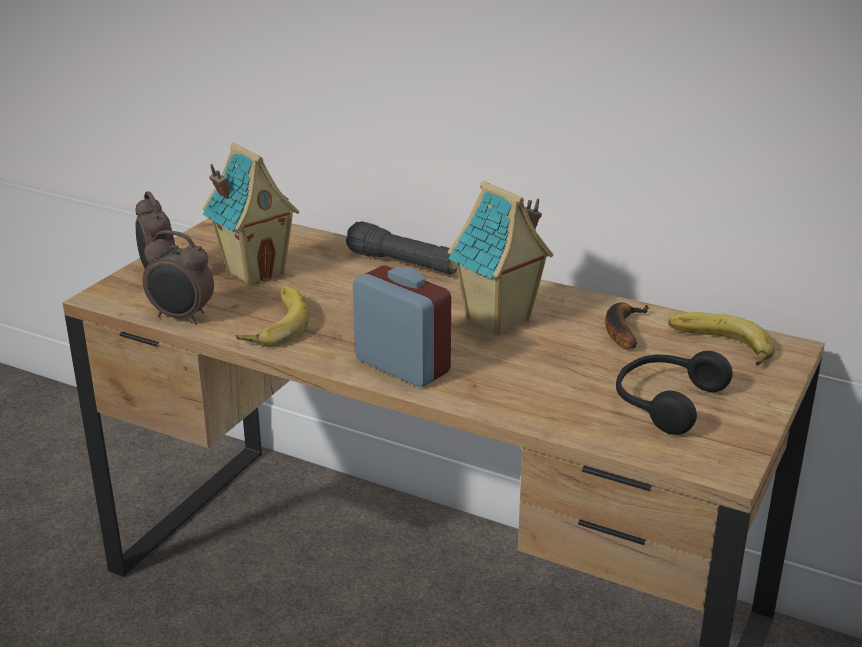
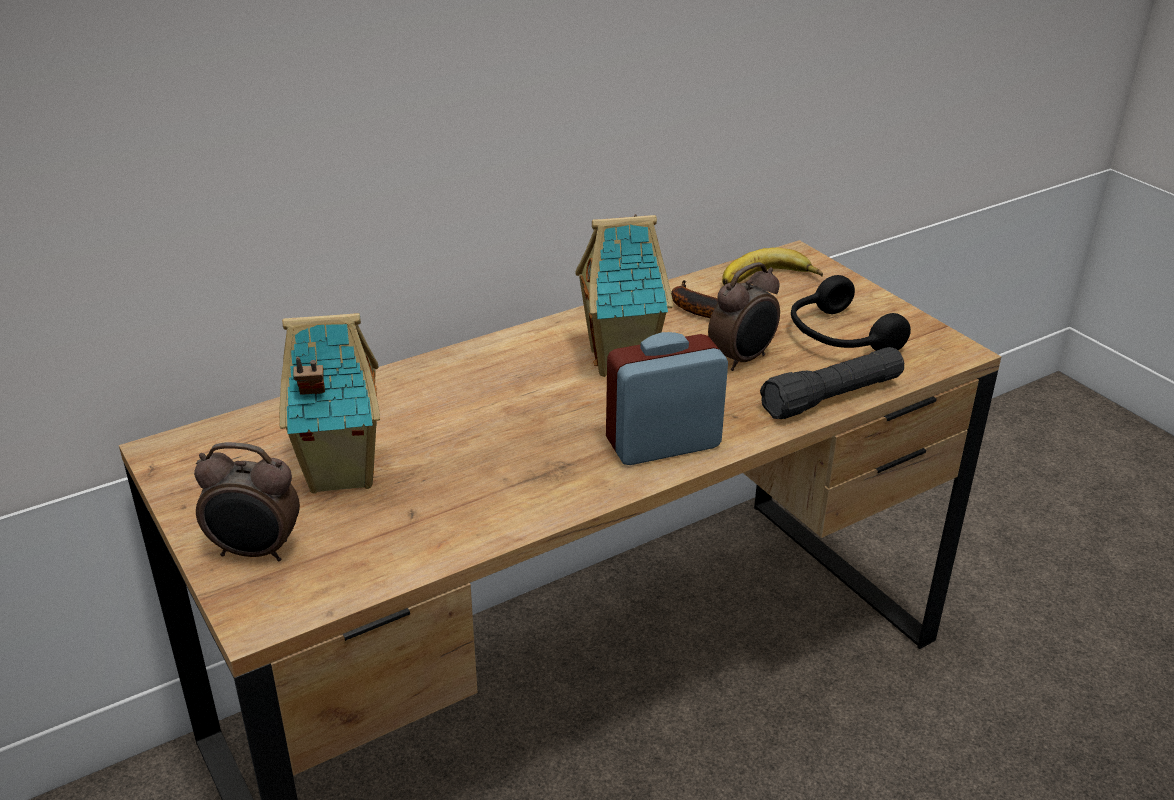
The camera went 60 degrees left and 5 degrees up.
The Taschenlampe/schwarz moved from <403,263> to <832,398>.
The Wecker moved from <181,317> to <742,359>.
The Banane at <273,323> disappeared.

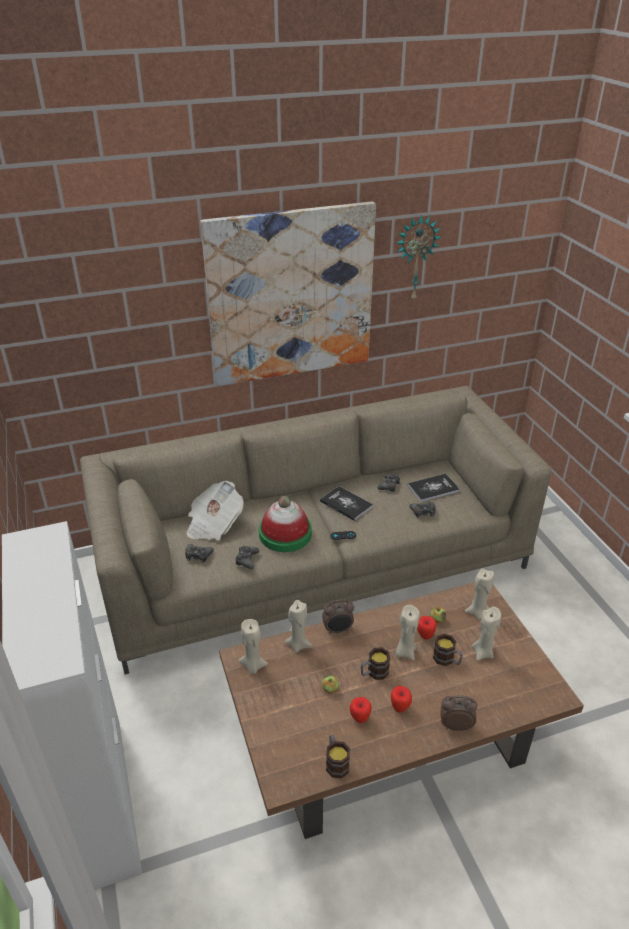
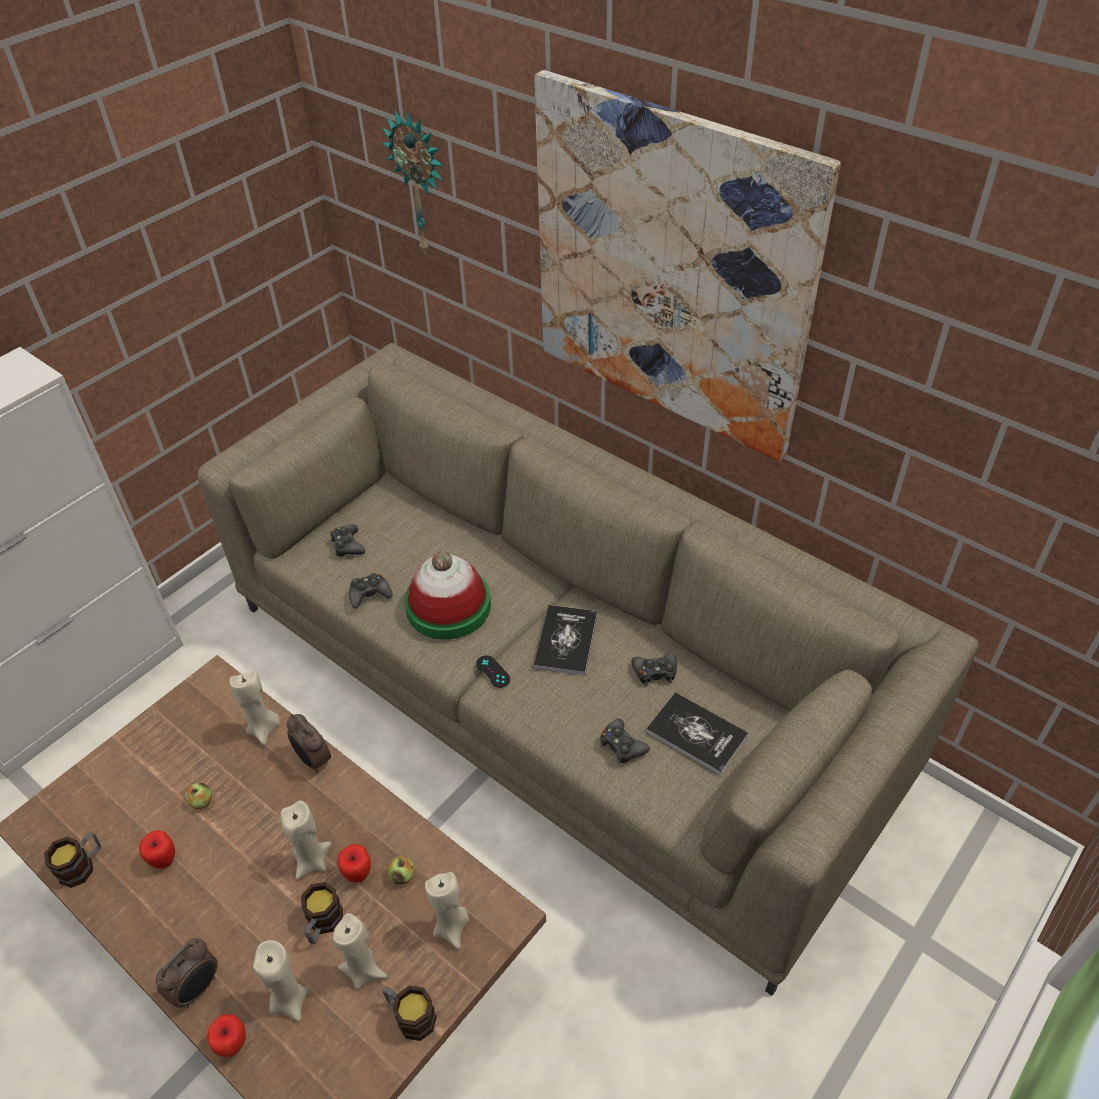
The camera went 60 degrees right and 10 degrees up.
The Wanduhr moved from <415,258> to <421,183>.
The Zeitung at <214,524> disappeared.
The Kerze/beige moved from <253,666> to <289,1000>.
The Henkelbecher moved from <374,673> to <410,1016>.
The Apfel moved from <400,707> to <233,1045>.
The Wecker at <455,725> turned 60 degrees clockwise.

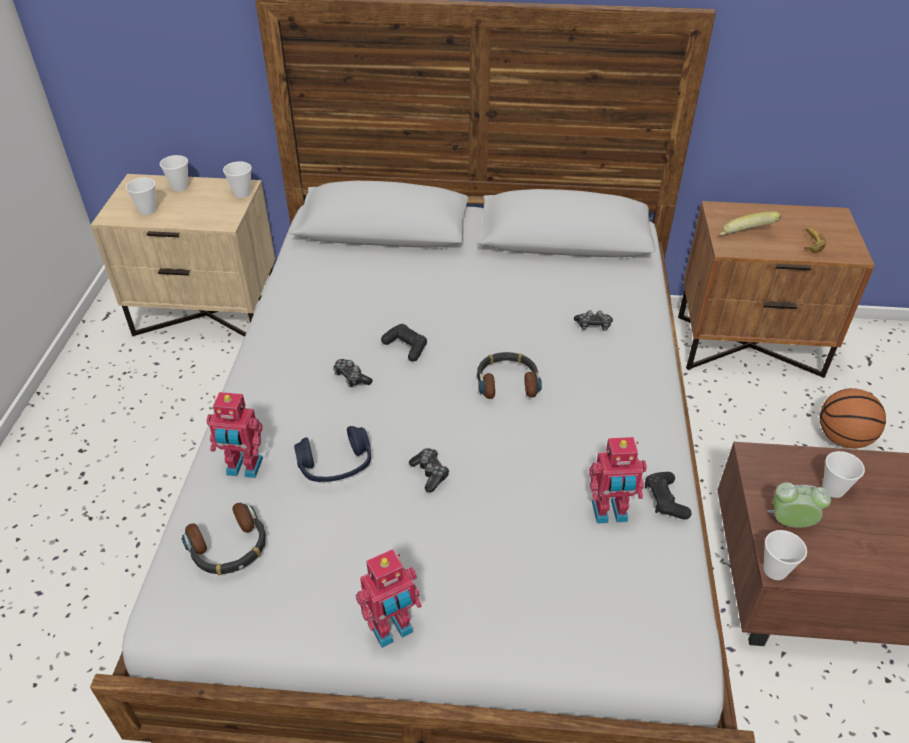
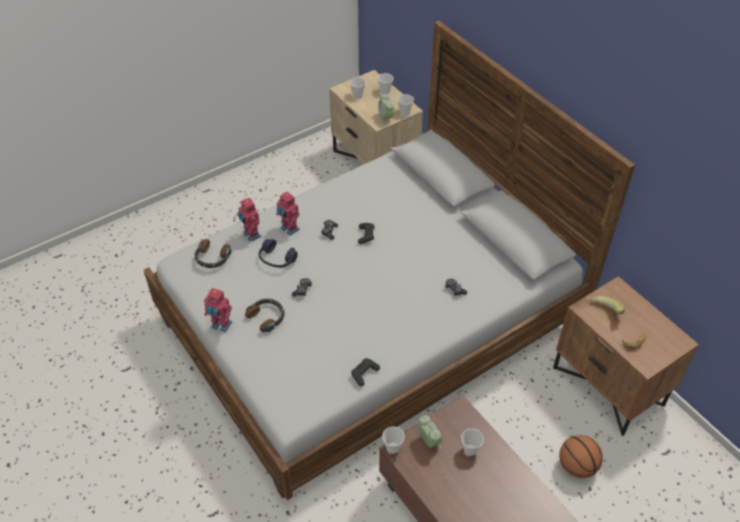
The camera went 50 degrees right and 5 degrees up.
The Kopfhörer moved from <507,381> to <267,317>.
The Spielzeugroboter moved from <610,513> to <289,229>.
The Wecker at <385,118> appeared.

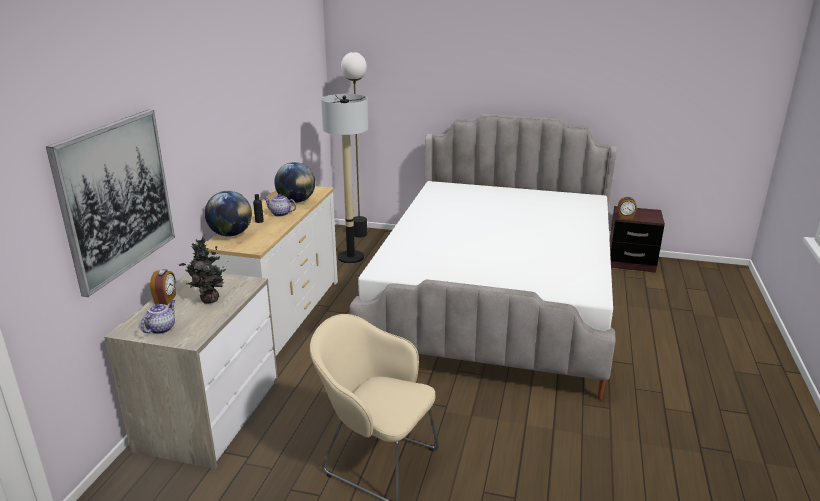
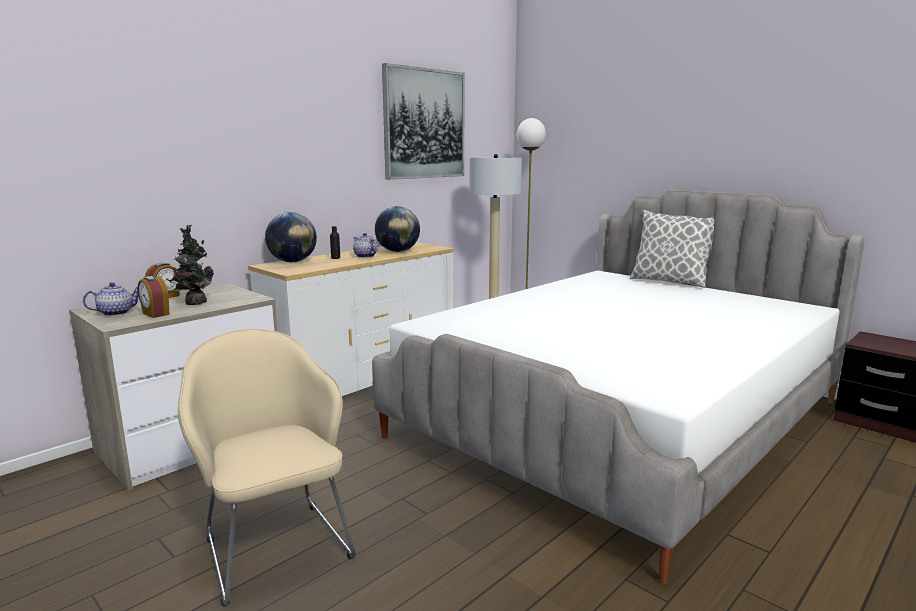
The camera went 30 degrees right and 10 degrees down.
The Bild moved from <116,198> to <424,124>.
The Wecker moved from <625,217> to <155,314>.
The Kissen at <669,282> appeared.

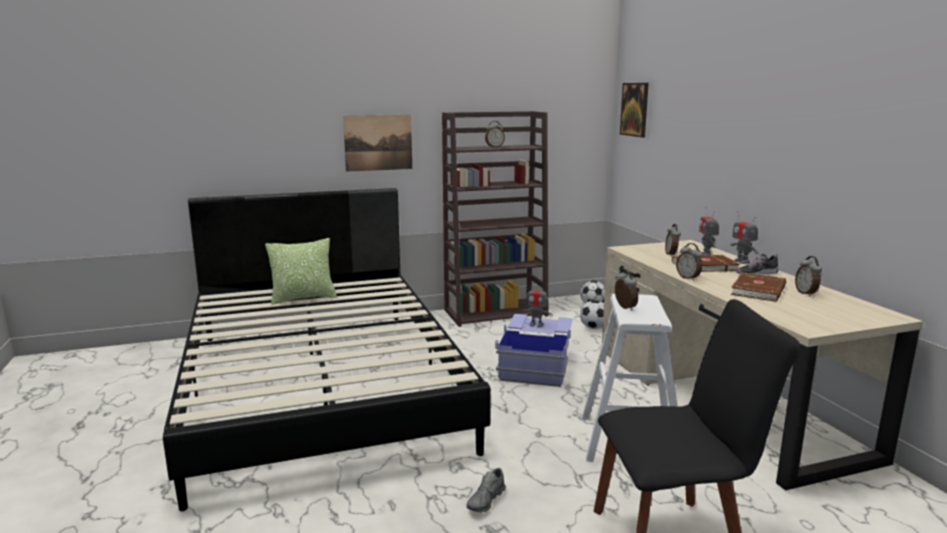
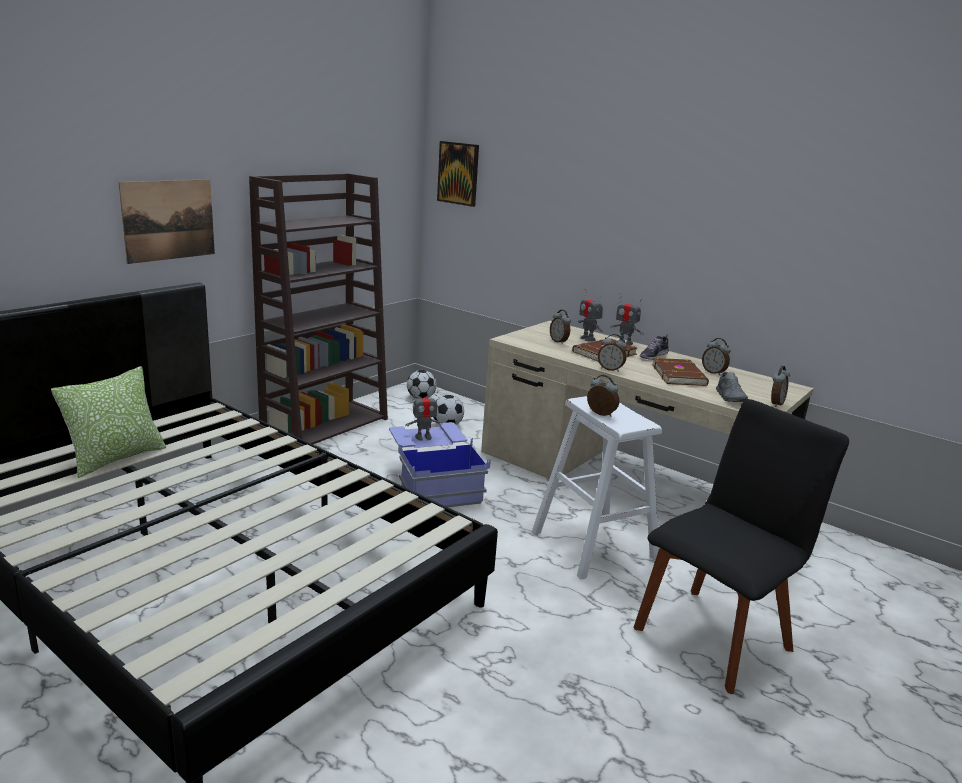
The camera went 35 degrees left and 5 degrees up.
The Wecker moved from <494,147> to <775,403>.
The Schuh/grau moved from <486,501> to <730,398>.

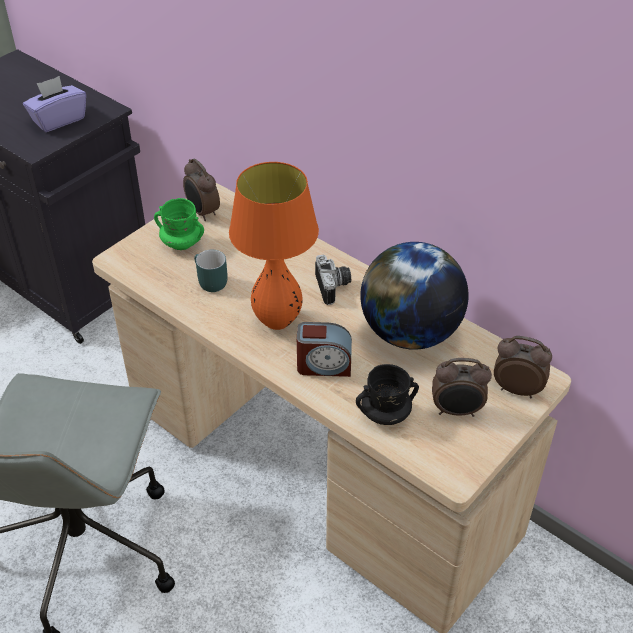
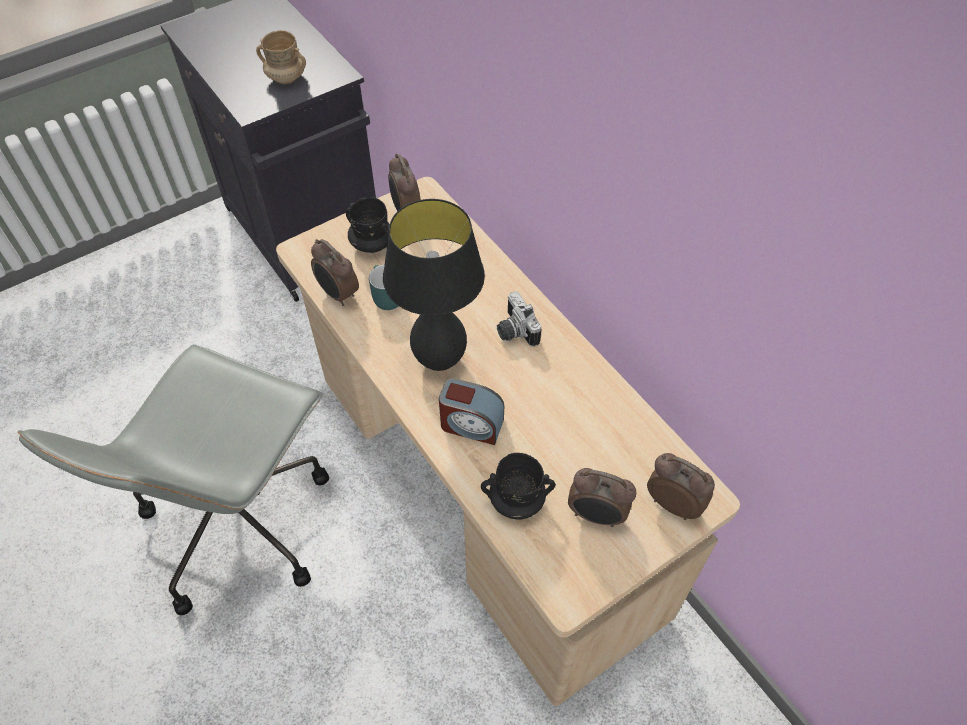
The camera went 15 degrees right and 10 degrees up.
The Taschentuchbox/lila at <58,120> was replaced by the Henkelbecher/beige at <285,78>.
The Tischlampe/orange at <277,321> became the Tischlampe/schwarz at <440,360>.
The Henkelbecher/grün at <181,243> became the Henkelbecher/schwarz at <371,244>.
The Globus at <410,333> disappeared.
The Kamera at <334,287> turned 150 degrees clockwise.
The Wecker at <338,294> appeared.

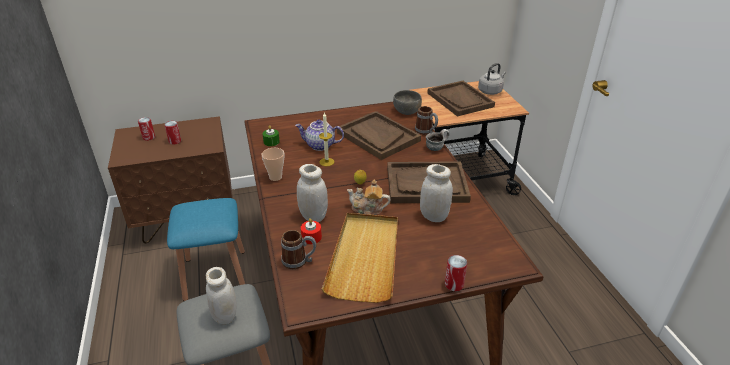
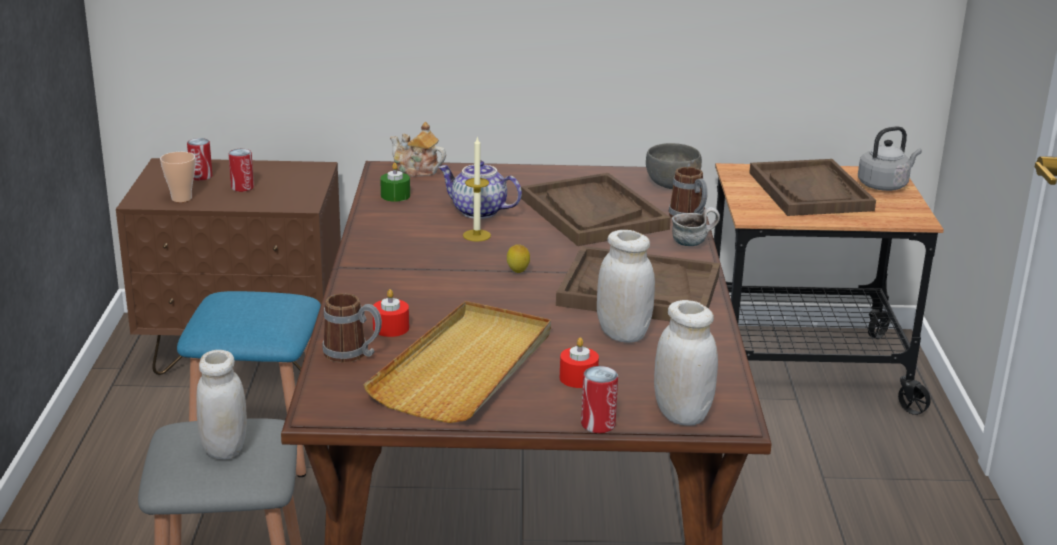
The camera went 15 degrees right and 10 degrees down.
The Tasse moved from <275,177> to <181,198>.
The Vorratsglas/weiß moved from <313,216> to <682,415>.
The Teekanne moved from <368,209> to <416,170>.
The Kerze/rot at <578,378> appeared.

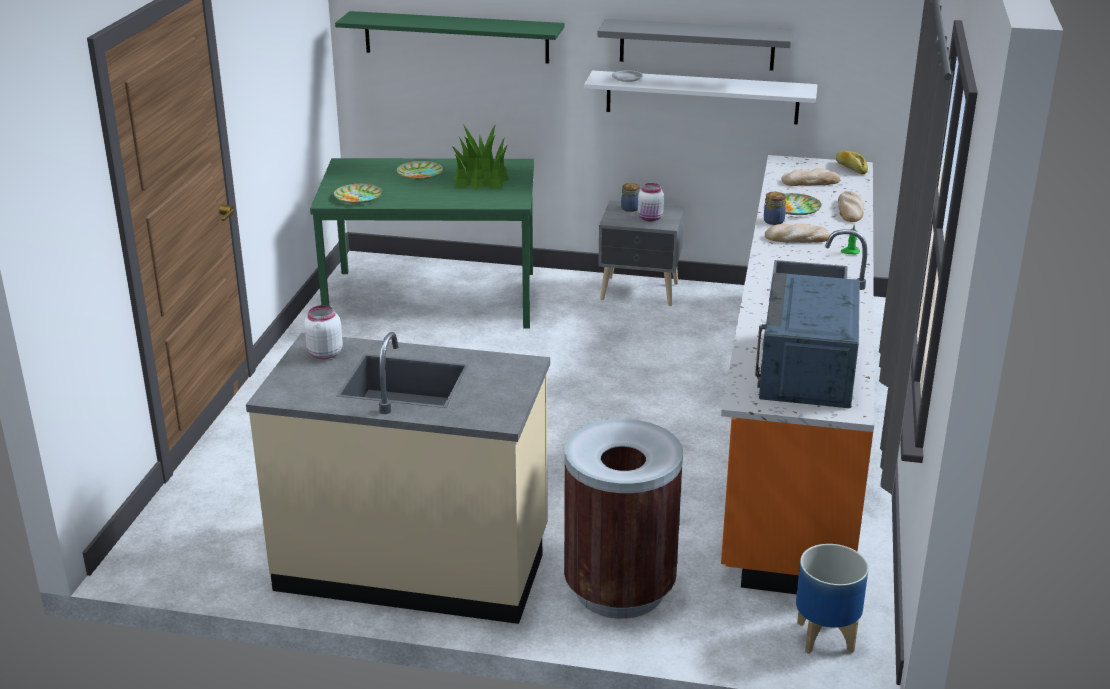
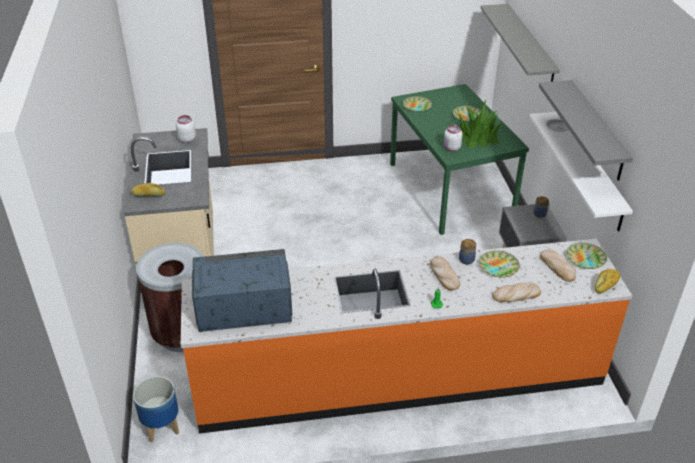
The camera went 70 degrees right and 10 degrees up.
The Wandregal/grün at <456,37> became the Wandregal/grau at <530,47>.
The Vorratsglas/weiß moved from <650,218> to <451,148>.
The Brot at <148,195> appeared.
The Teller at <586,258> appeared.

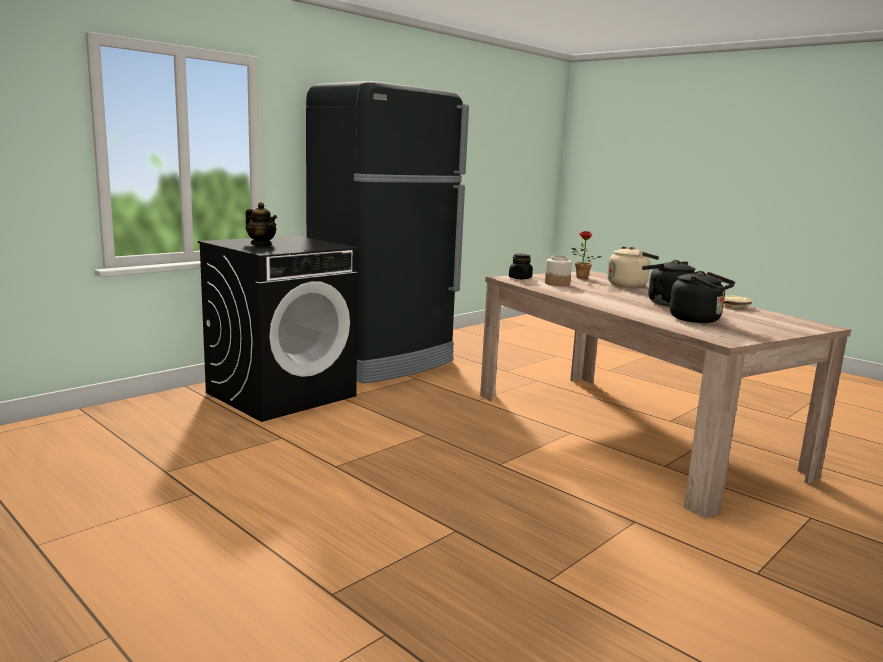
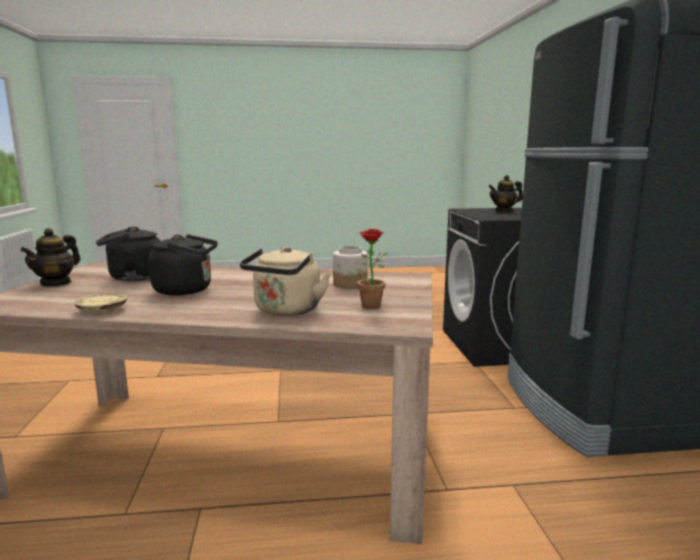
The camera went 130 degrees right and 0 degrees up.
The Vorratsglas/schwarz at <520,278> disappeared.
The Teekanne at <56,283> appeared.

